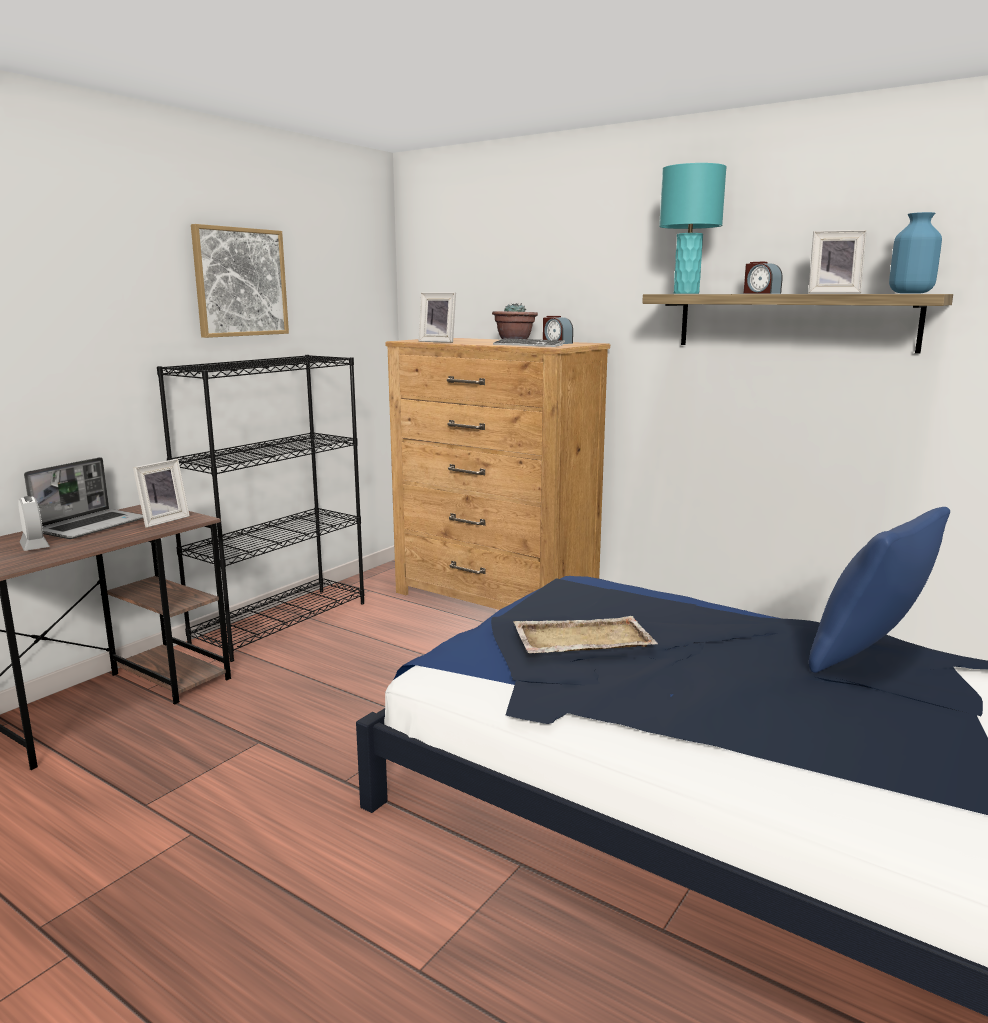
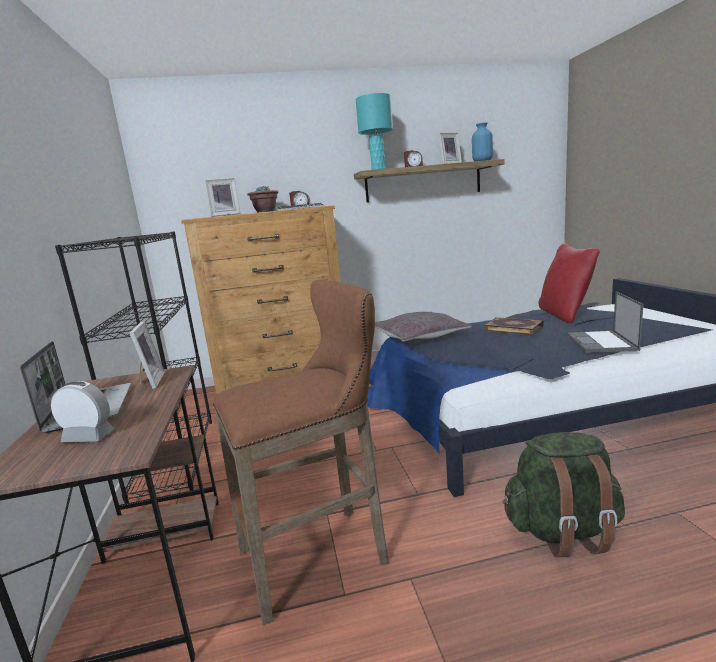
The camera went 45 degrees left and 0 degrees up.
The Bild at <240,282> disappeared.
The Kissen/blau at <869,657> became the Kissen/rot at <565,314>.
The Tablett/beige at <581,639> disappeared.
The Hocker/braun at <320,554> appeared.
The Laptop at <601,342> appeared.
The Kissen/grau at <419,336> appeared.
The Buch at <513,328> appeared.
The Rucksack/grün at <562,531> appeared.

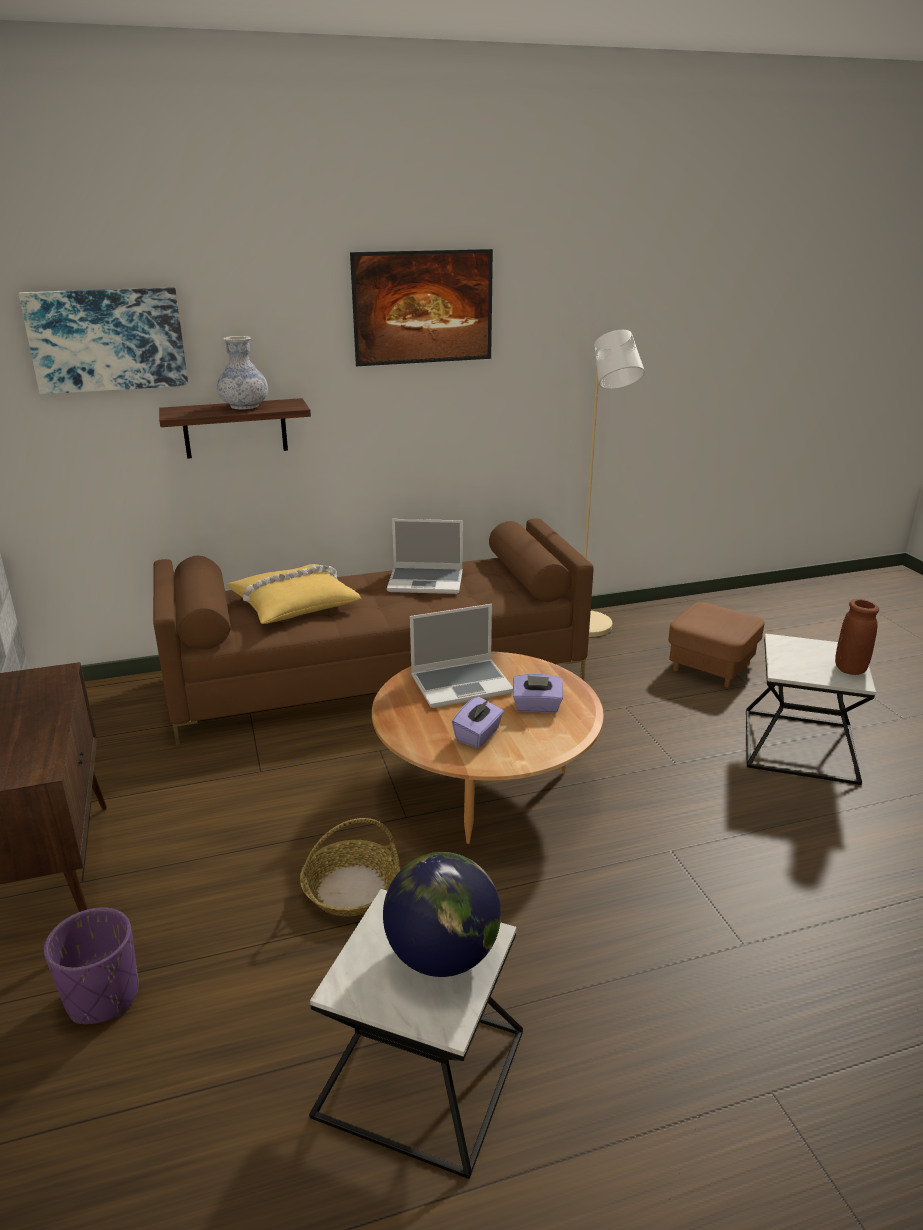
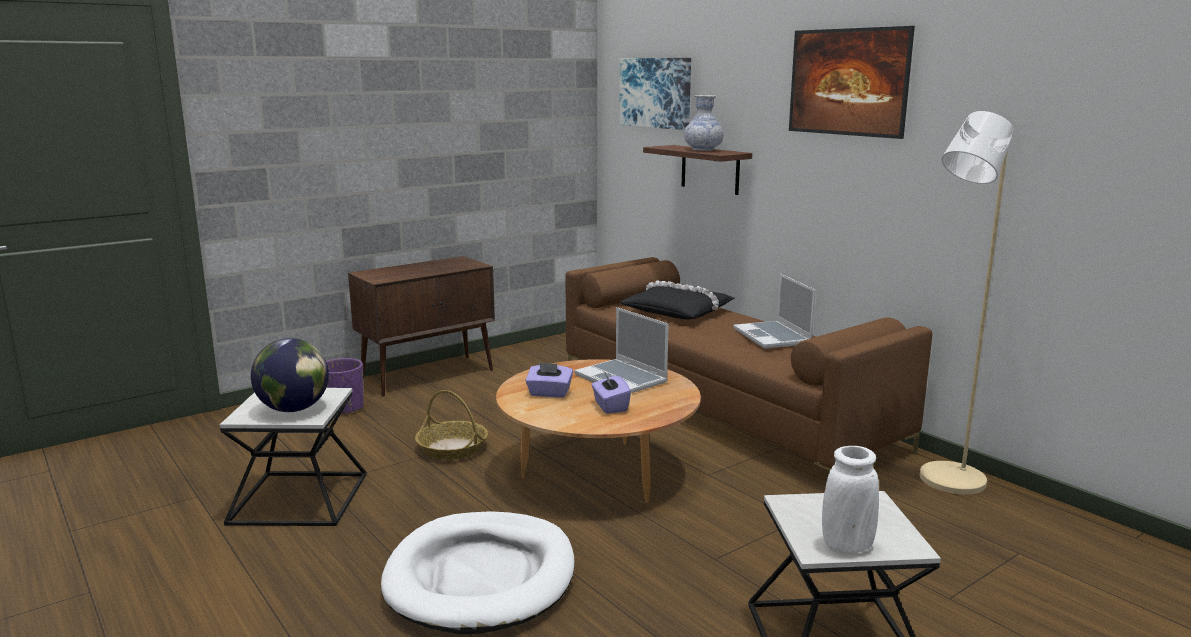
The camera went 70 degrees right and 10 degrees down.
The Kissen/gelb at <293,604> became the Kissen/schwarz at <678,311>.
The Vase/braun at <850,669> became the Vase/weiß at <847,546>.
The Polsterhocker/braun at <711,666> disappeared.
The Hundebett/weiß at <481,577> appeared.

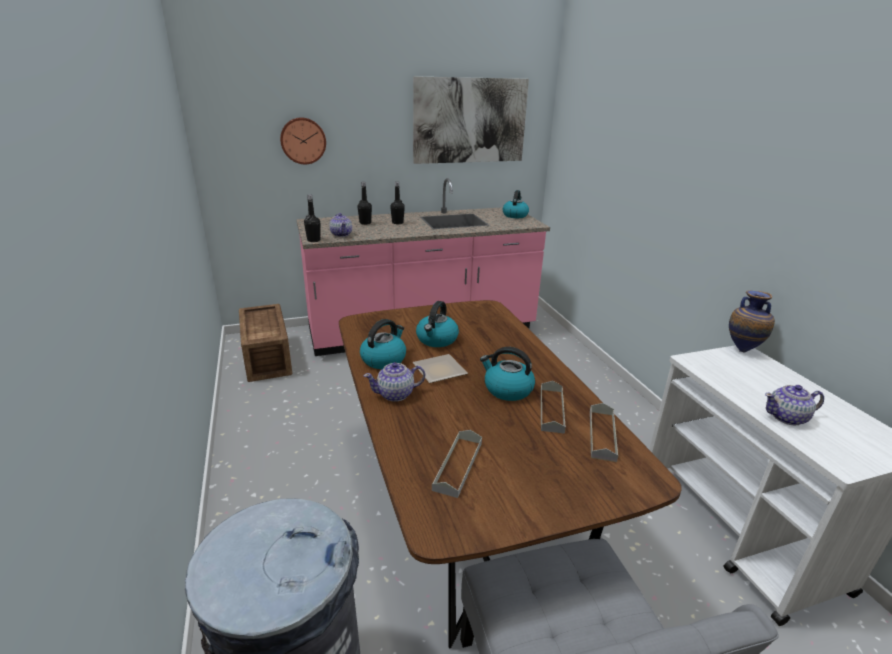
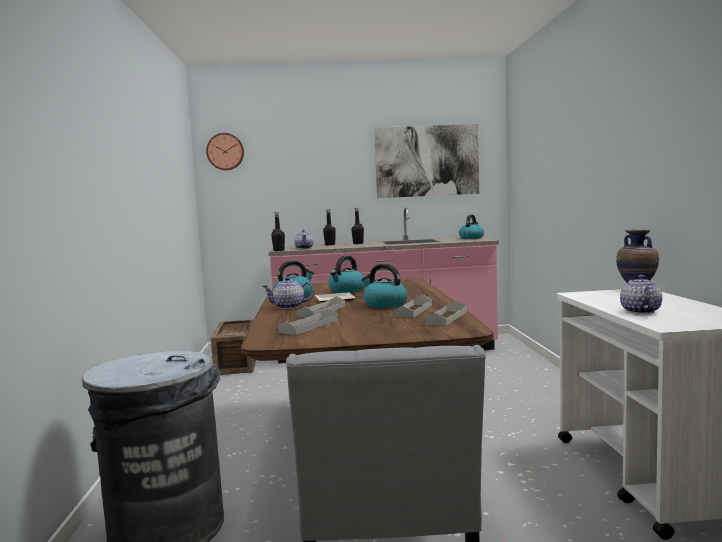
The camera went 15 degrees right and 20 degrees down.
The Wanduhr moved from <303,140> to <225,151>.
The Teekanne at <787,417> turned 90 degrees clockwise.
The Tablett/grau at <322,311> appeared.

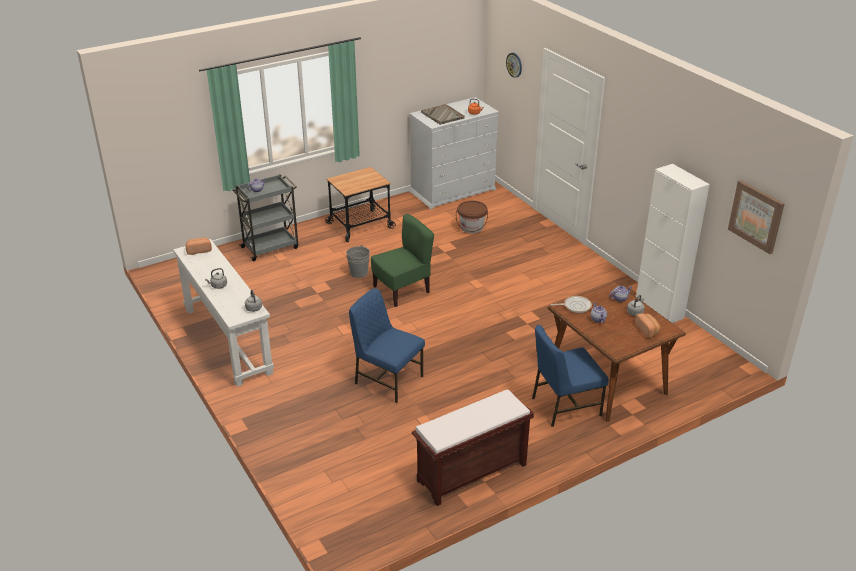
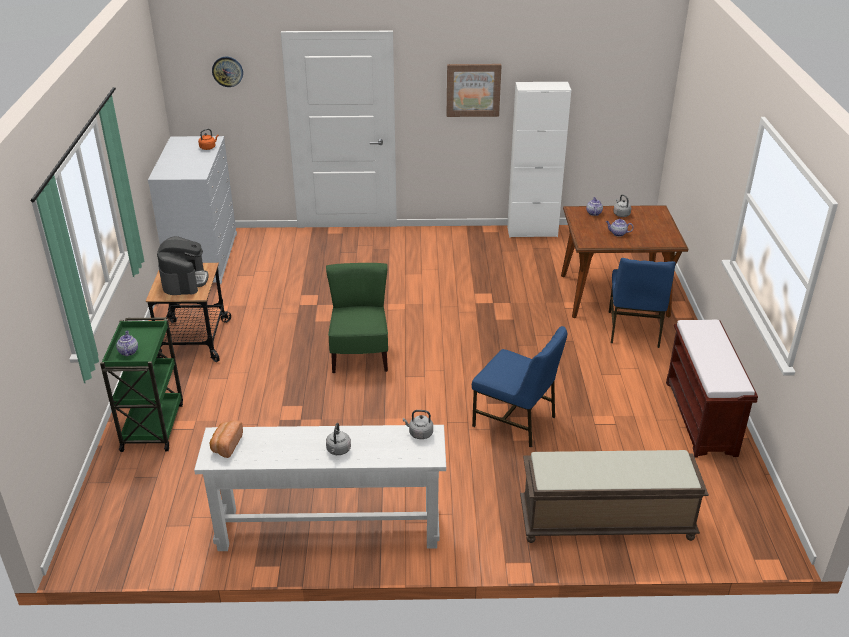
The camera went 60 degrees left and 0 degrees up.
The Tablett/grau at <442,115> disappeared.
The Rollwagen/grau at <271,247> became the Rollwagen/grün at <153,425>.
The Bild moved from <756,216> to <473,90>.
The Eimer/braun at <471,227> disappeared.
The Eimer/grau at <359,273> disappeared.
The Stuhl/blau at <387,379> turned 120 degrees counterclockwise.
The Pfanne at <575,306> disappeared.
The Brot at <648,330> disappeared.
The Kaffeemaschine at <184,280> appeared.
The Bank/braun at <605,522> appeared.

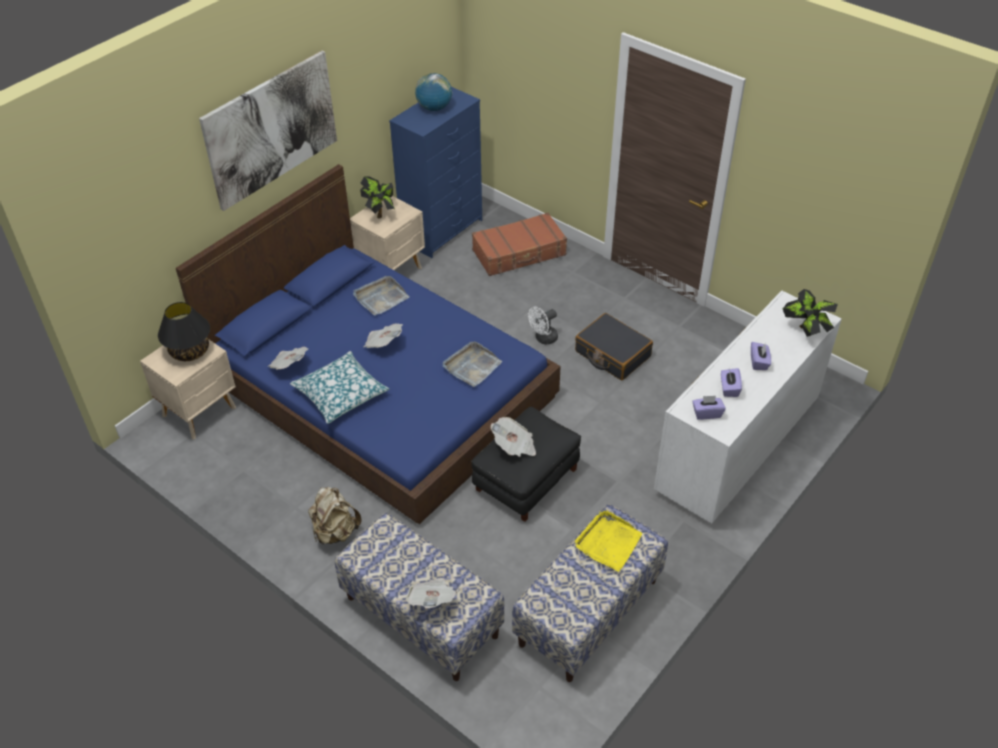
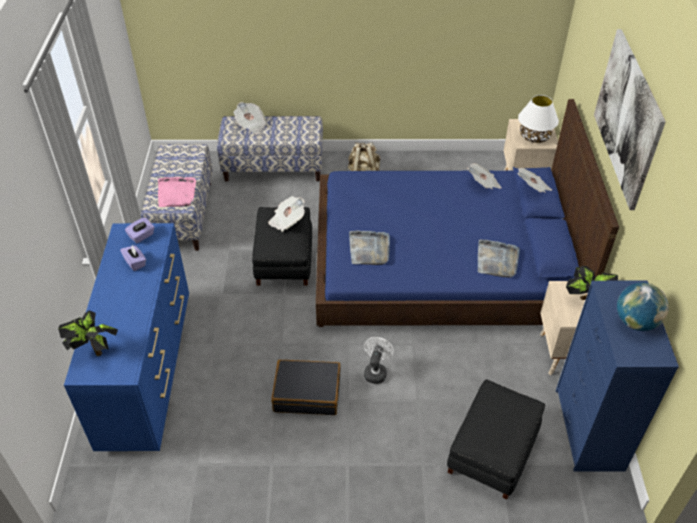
The camera went 140 degrees right and 0 degrees up.
The Koffer/braun at <519,253> was replaced by the Polsterhocker/schwarz at <492,452>.
The Kommode/weiß at <736,448> became the Kommode/blau at <148,370>.
The Tischlampe/schwarz at <189,351> became the Tischlampe/weiß at <534,136>.
The Zeitung moved from <383,343> to <533,188>.
The Taschentuchbox/lila at <759,362> disappeared.
The Kissen at <340,394> disappeared.
The Tablett/gelb at <608,542> became the Tablett/rosa at <176,193>.

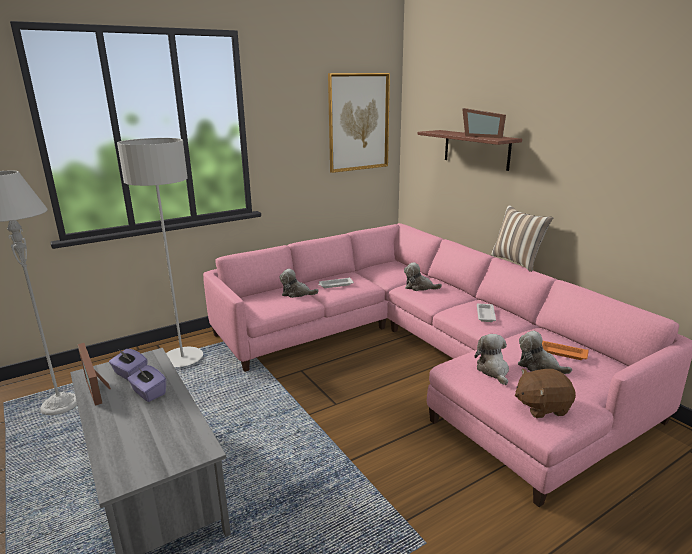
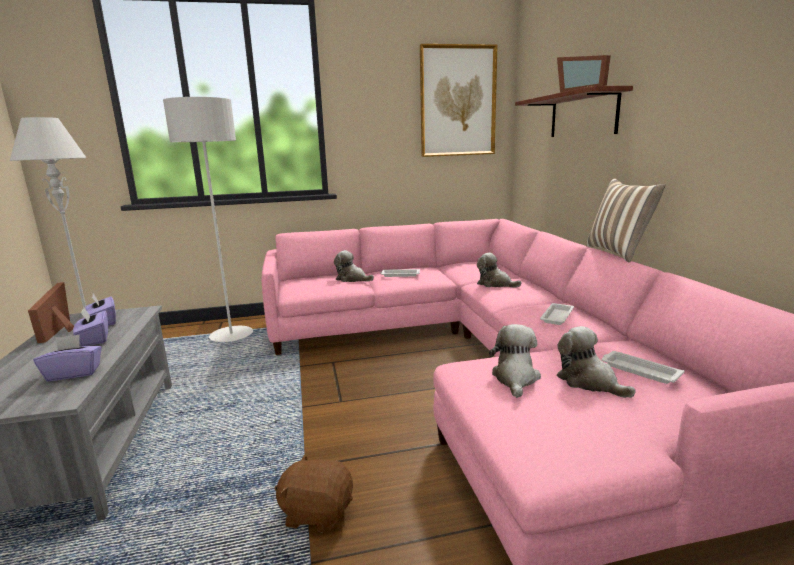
The camera went 20 degrees right and 5 degrees down.
The Tablett/orange at <561,353> became the Tablett/weiß at <638,370>.
The Plüschtier/braun moved from <541,406> to <317,512>.
The Taschentuchbox/lila at <74,373> appeared.

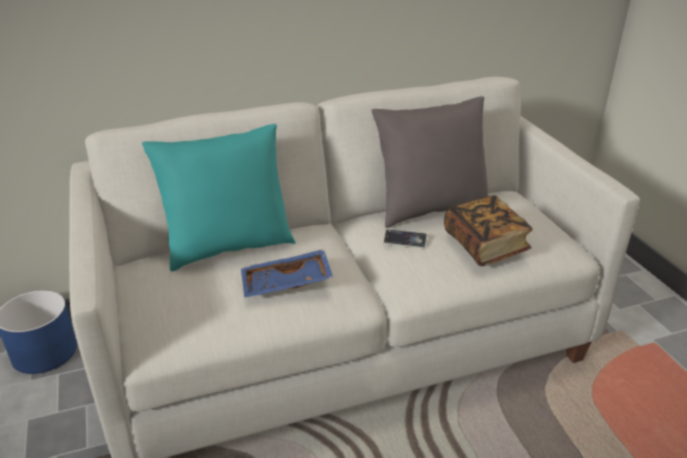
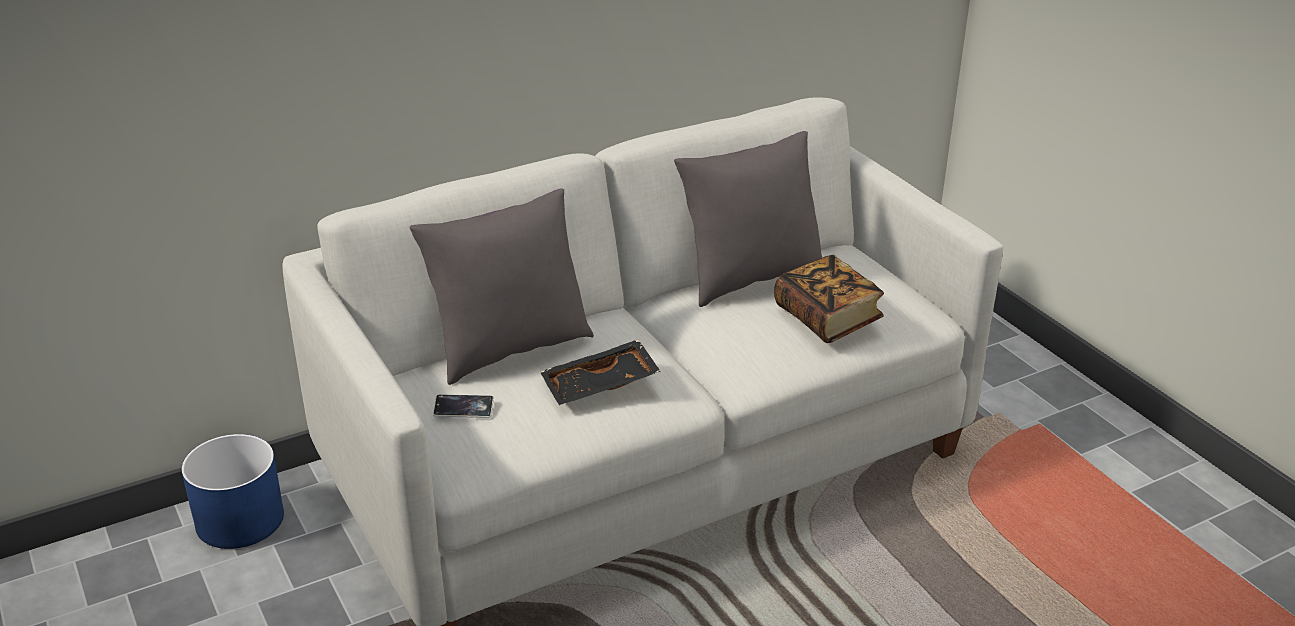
The camera went 10 degrees left and 0 degrees up.
The Kissen/türkis at <228,247> became the Kissen/grau at <509,349>.
The Handy moved from <405,241> to <463,409>.
The Tablett/blau at <286,284> became the Tablett/schwarz at <600,386>.

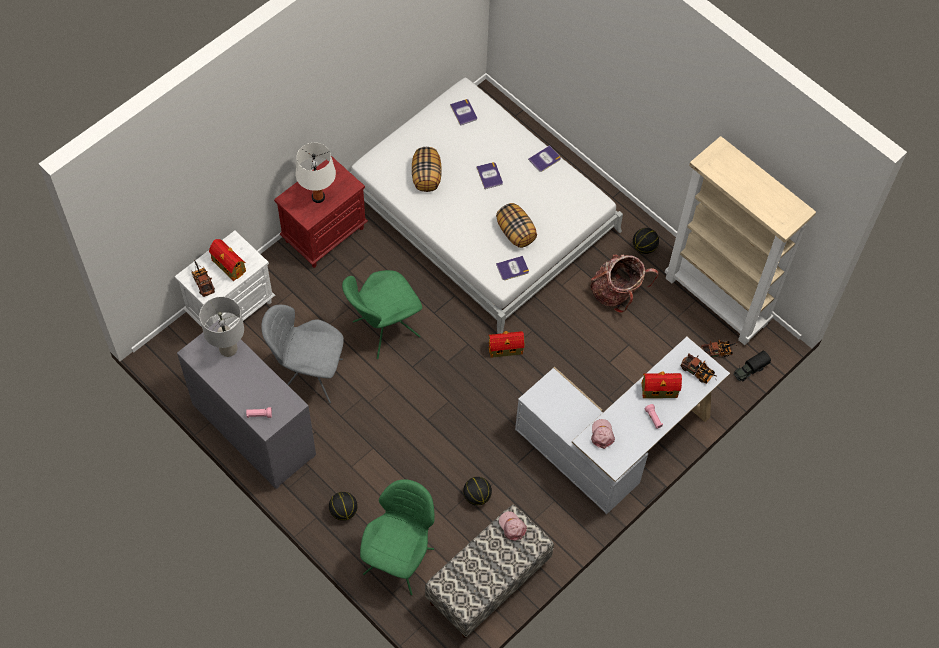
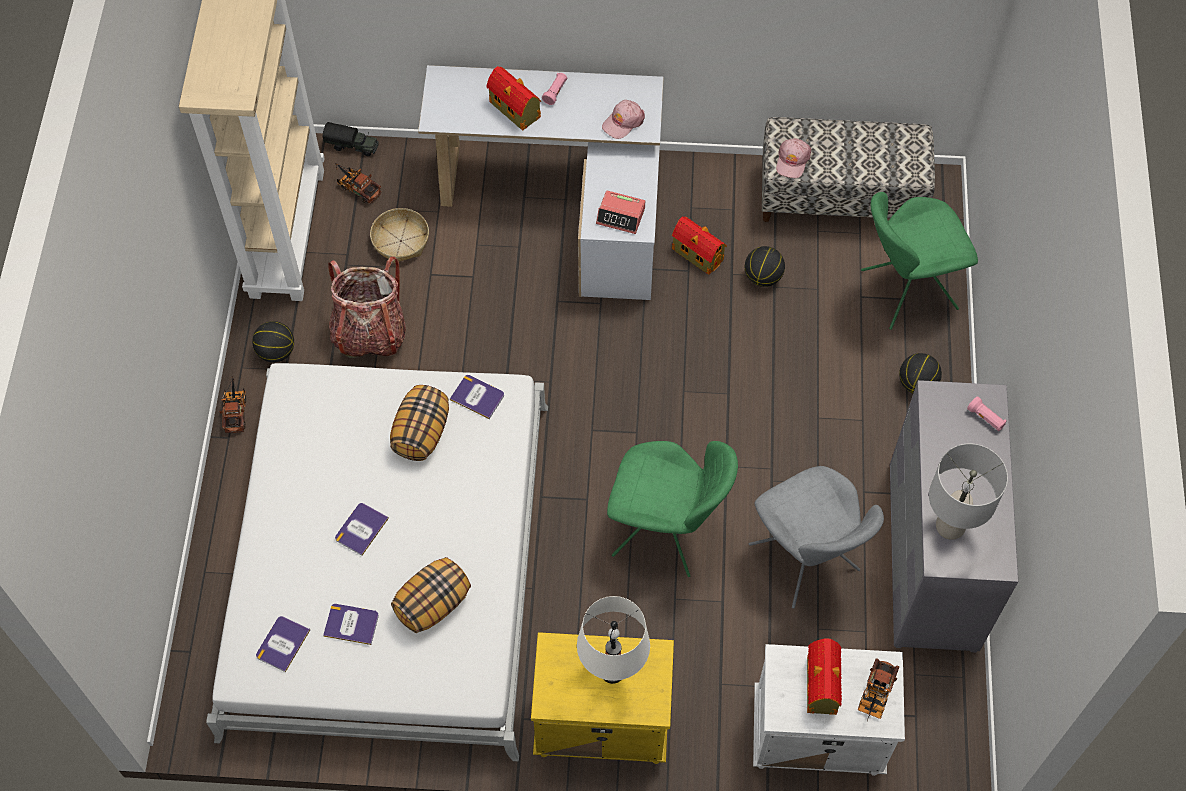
The camera went 130 degrees left and 0 degrees up.
The Buch moved from <544,159> to <351,624>.
The Nachttisch/rot at <325,234> became the Nachttisch/gelb at <600,724>.
The Spielzeughaus moved from <506,349> to <696,253>.
The Spielzeuglaster moved from <698,373> to <235,410>.
The Wecker at <621,216> appeared.
The Korb at <401,241> appeared.

